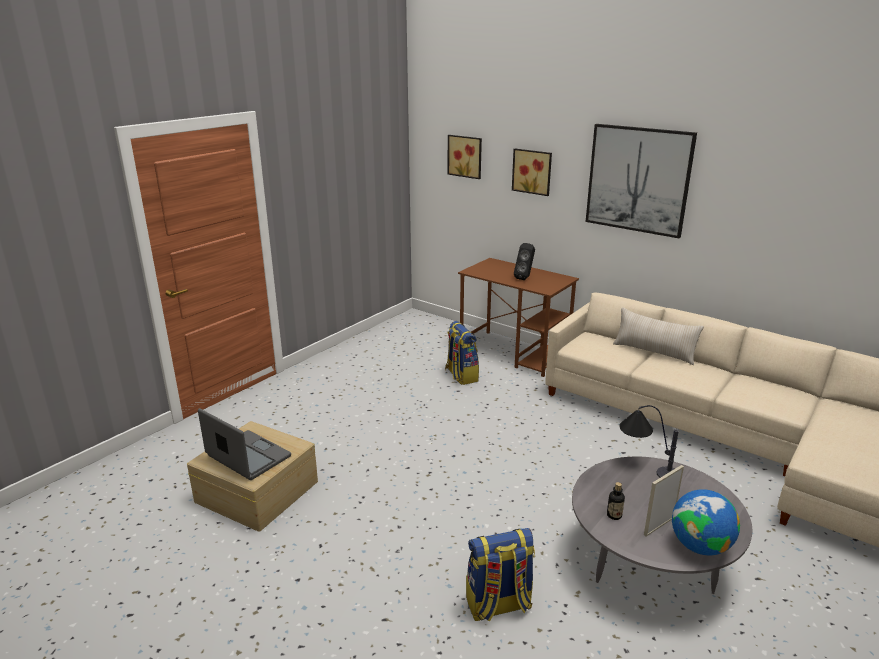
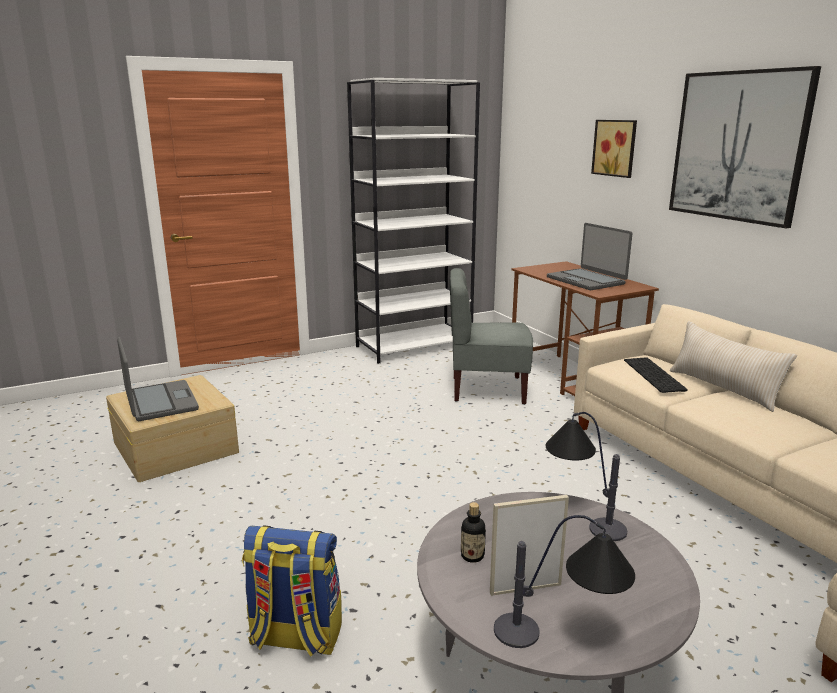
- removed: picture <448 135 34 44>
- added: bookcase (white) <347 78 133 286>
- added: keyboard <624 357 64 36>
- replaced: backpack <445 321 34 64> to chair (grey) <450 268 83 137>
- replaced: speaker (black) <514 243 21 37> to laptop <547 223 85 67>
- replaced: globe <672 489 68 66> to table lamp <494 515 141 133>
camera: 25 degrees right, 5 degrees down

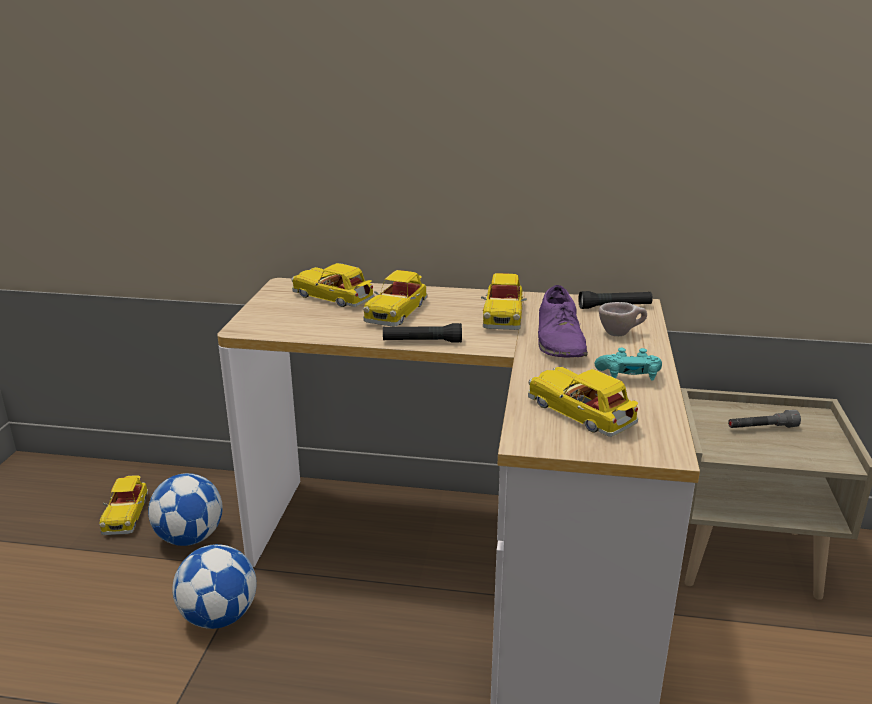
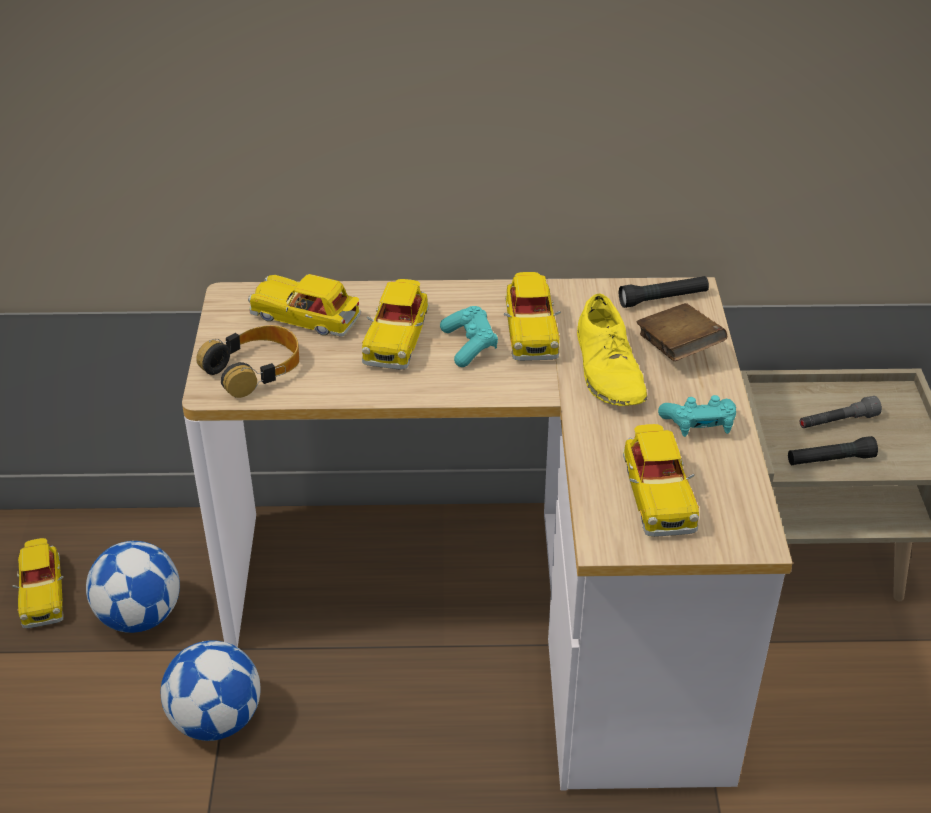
- added: headphones <196 325 103 73>
- added: game controller (turquoise) <440 306 58 61>
- moved: flashlight (black) <383 323 79 20> to <788 436 90 29>
- replaced: cup (beige) <599 302 48 34> to book (brown) <637 303 90 58>
- recoloured: shoe (purple) <538 285 50 72> to shoe (yellow) <577 293 70 113>
- turned: toy car <528 367 110 70> = <623 424 76 113> 135 degrees counterclockwise
camera: 10 degrees left, 15 degrees up

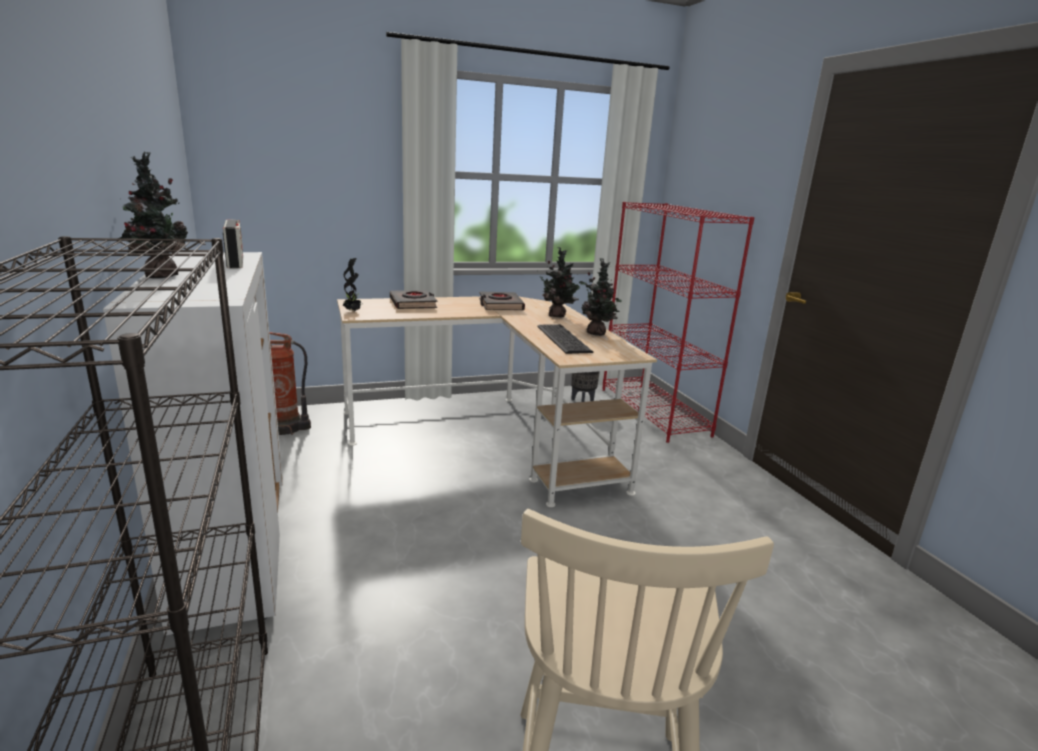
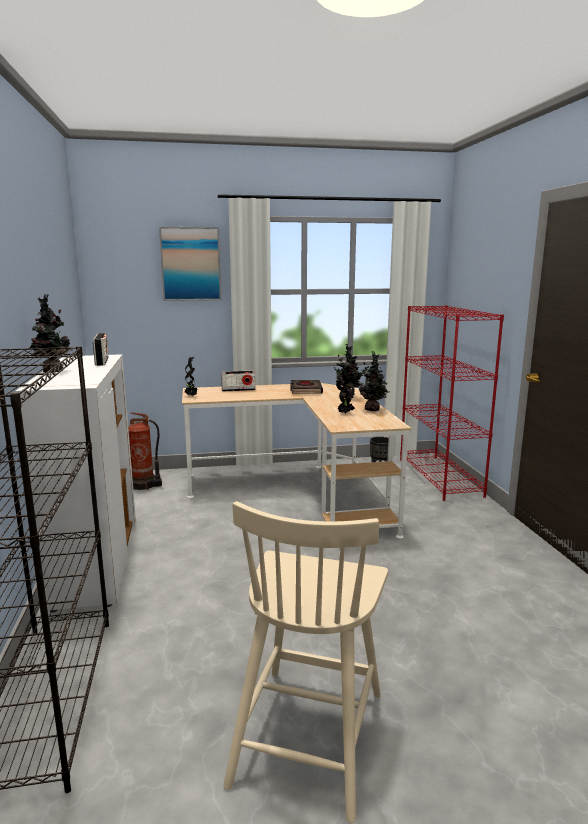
- added: picture <159 227 62 74>
- replaced: book (black) <390 290 47 19> to radio <221 371 34 21>
- replaced: keyboard <537 324 56 30> to potted plant <336 370 19 44>
camera: 10 degrees right, 5 degrees down

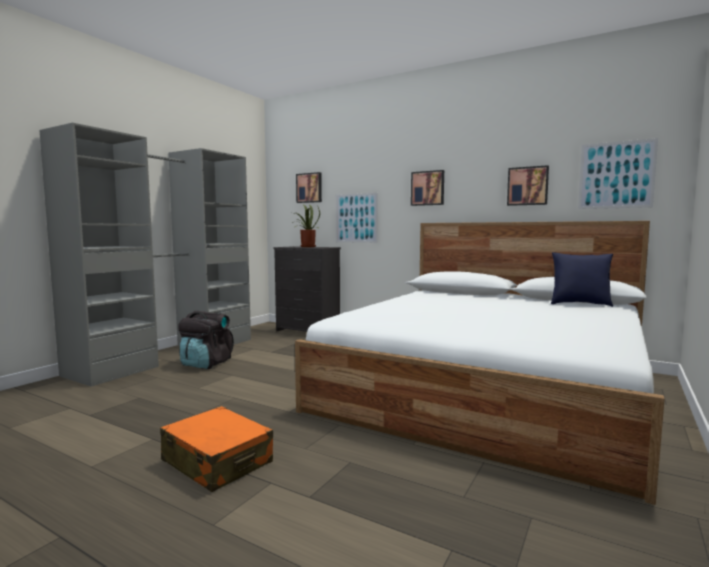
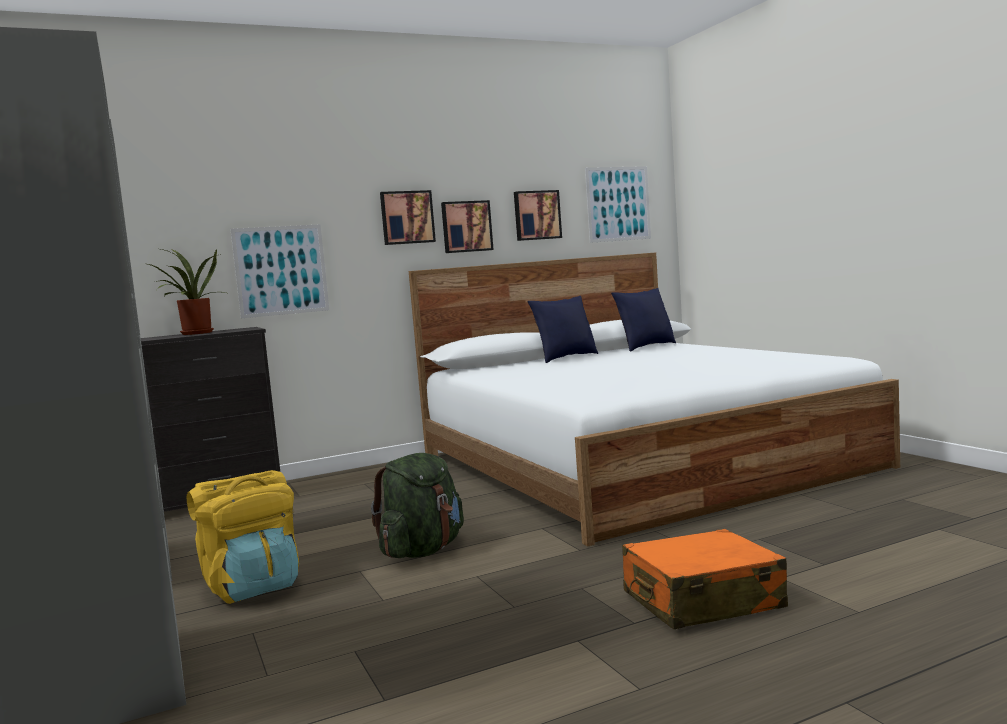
- added: backpack (green) <371 453 93 105>
- added: pillow (blue) <527 296 71 67>
- moved: picture <296 172 26 31> to <441 200 53 53>
- recoloured: backpack (black) <178 311 56 58> to backpack (yellow) <187 470 112 134>
camera: 55 degrees left, 0 degrees up

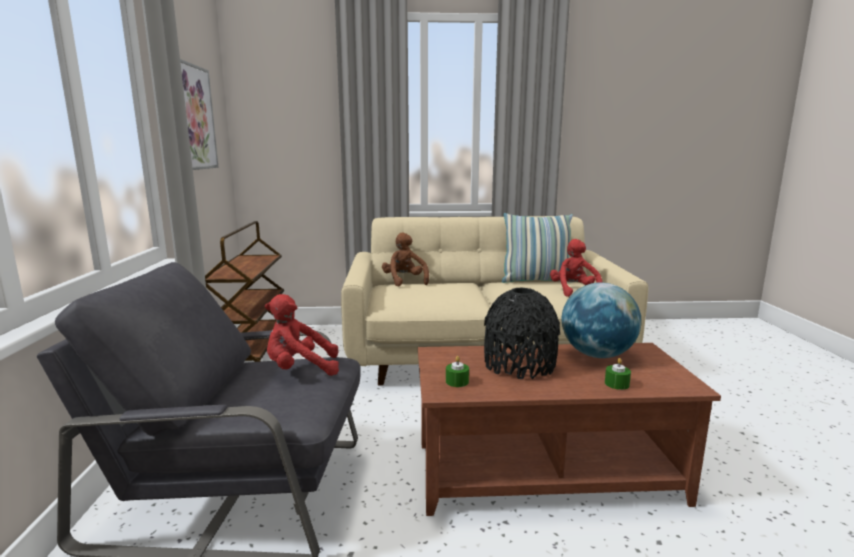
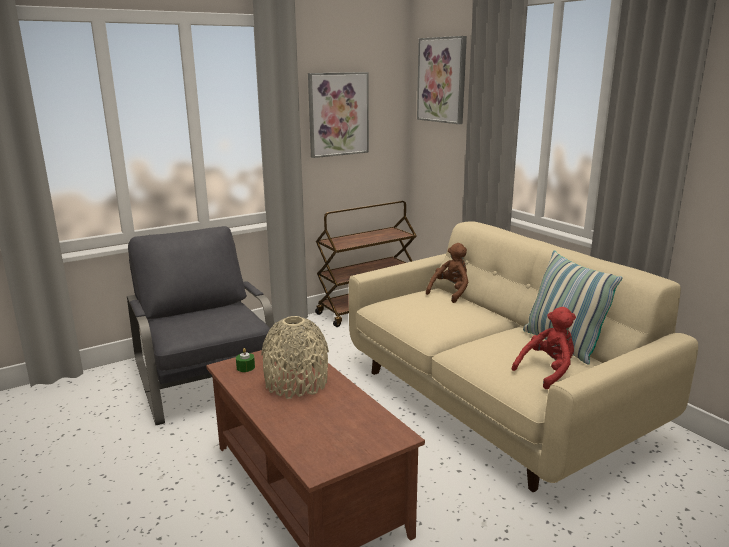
- removed: plush toy (red) <265 294 74 82>
- removed: globe <562 283 80 75>
- removed: candle (green) <605 358 26 32>
- added: picture <417 36 50 88>
- recoloured: vase (black) <484 288 76 91> to vase (beige) <261 316 68 83>
camera: 60 degrees right, 5 degrees up

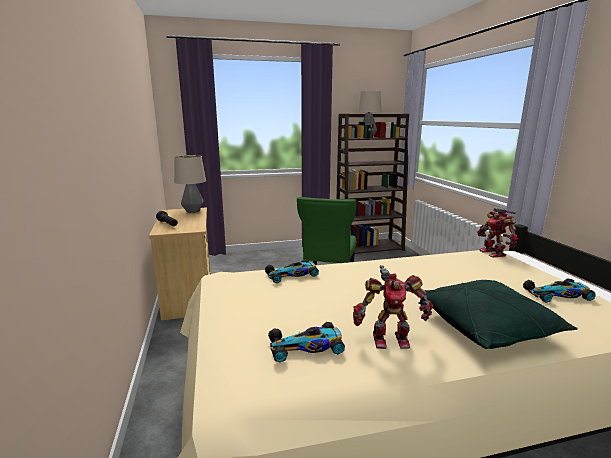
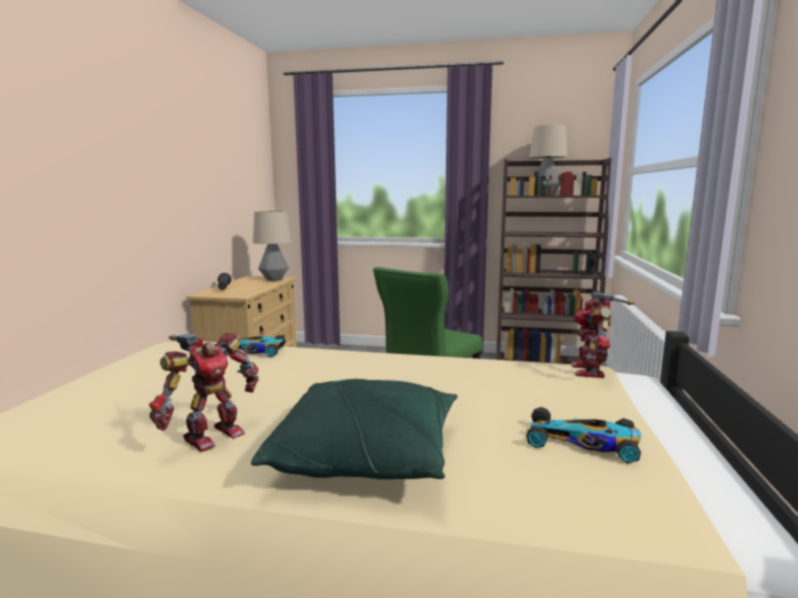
- removed: toy car <268 322 77 40>
- turned: toy robot <353 265 80 84> = <149 333 110 119> 75 degrees counterclockwise
camera: 25 degrees right, 5 degrees down

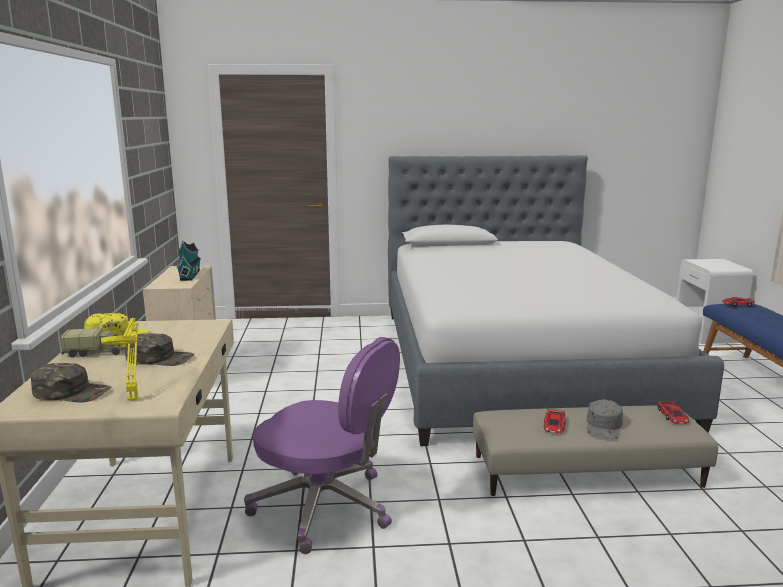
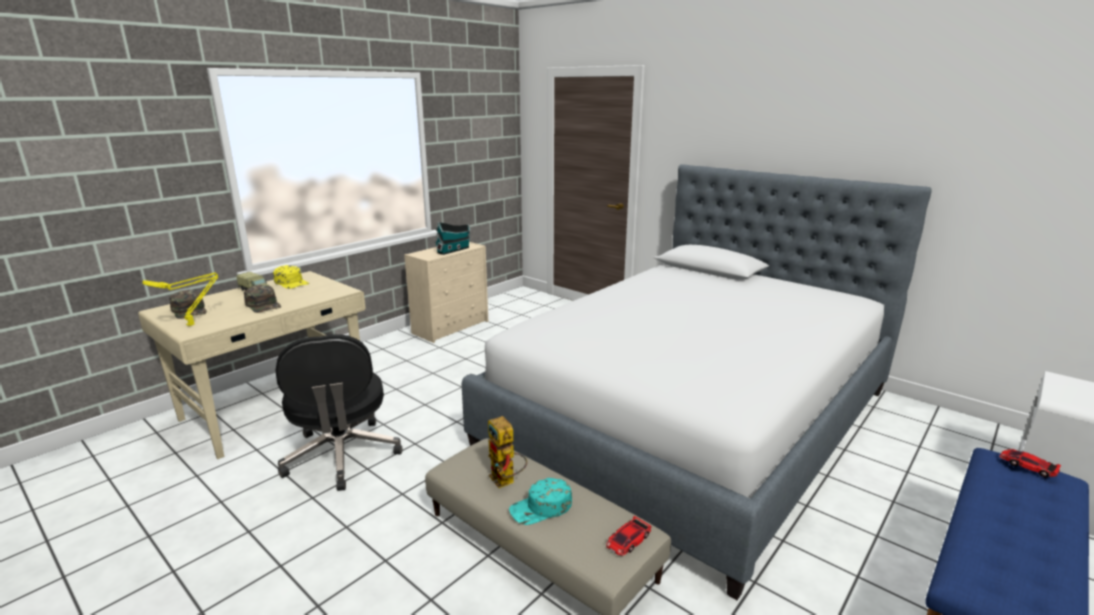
- replaced: toy car <544 409 22 24> to toy robot <488 416 39 72>
- recoloured: office chair (purple) <244 337 156 217> to office chair (black) <275 334 127 157>
- recoloured: cap (grey) <587 399 36 40> to cap (turquoise) <509 478 63 47>
camera: 45 degrees right, 5 degrees up

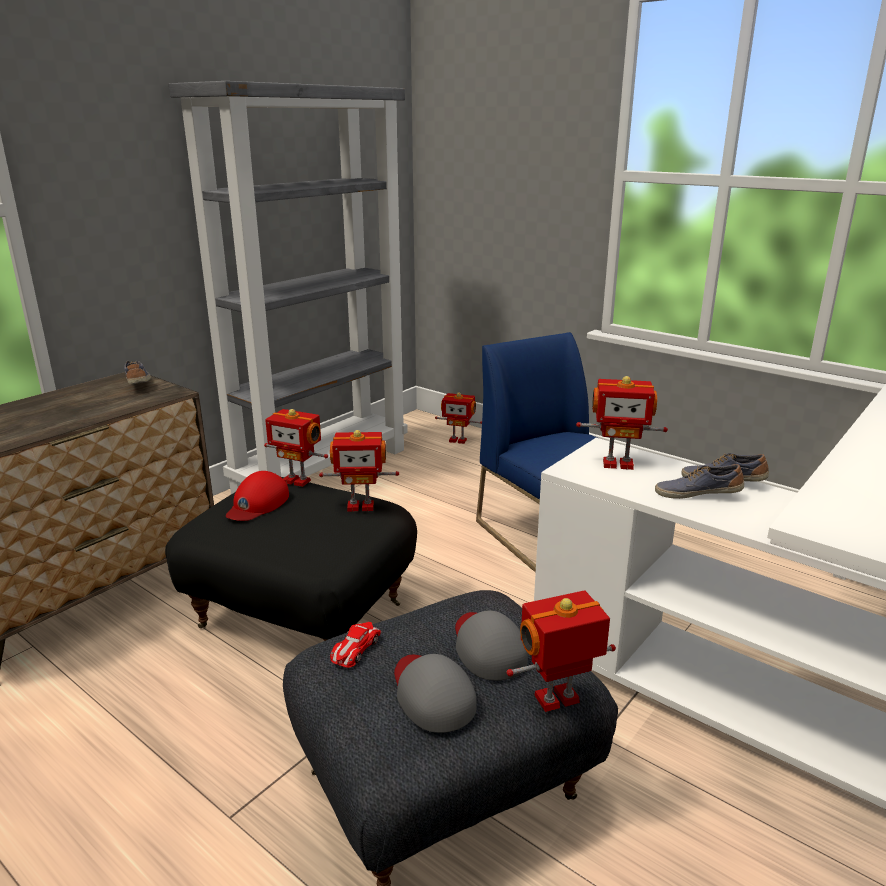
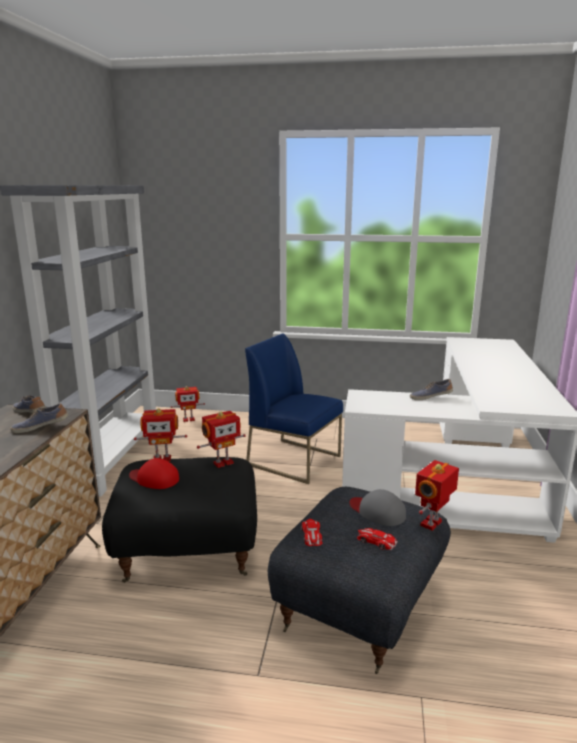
- removed: toy robot <576 376 92 94>
- moved: shoe <655 464 89 35> to <10 403 58 30>
- replaced: cap (grey) <394 654 83 79> to toy car <357 528 41 22>
- turned: cap (red) <226 471 63 50> = <129 458 50 31> 120 degrees clockwise
camera: 30 degrees left, 5 degrees down

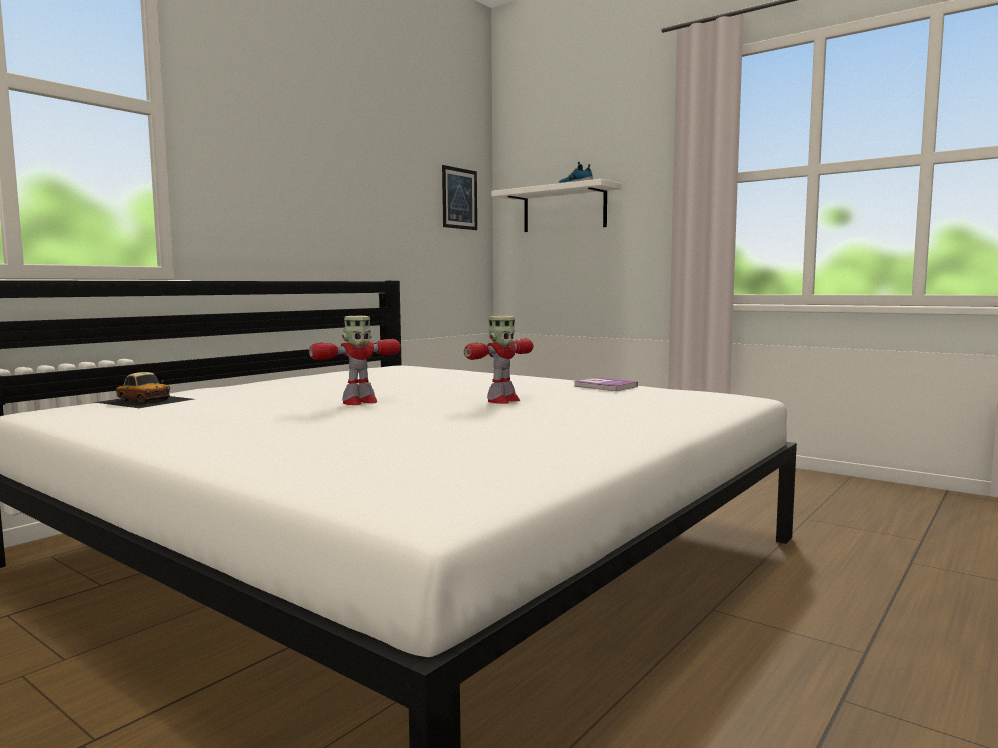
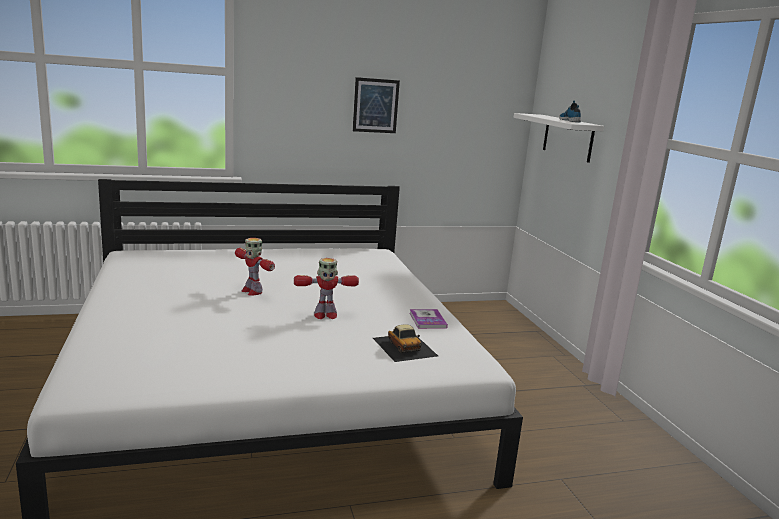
- moved: toy car <94 372 100 36> to <373 325 65 37>
- moved: picture <442 165 35 65> to <353 77 47 56>
- turned: toy robot <309 316 92 89> = <235 238 40 57> 45 degrees clockwise
camera: 35 degrees right, 10 degrees up

